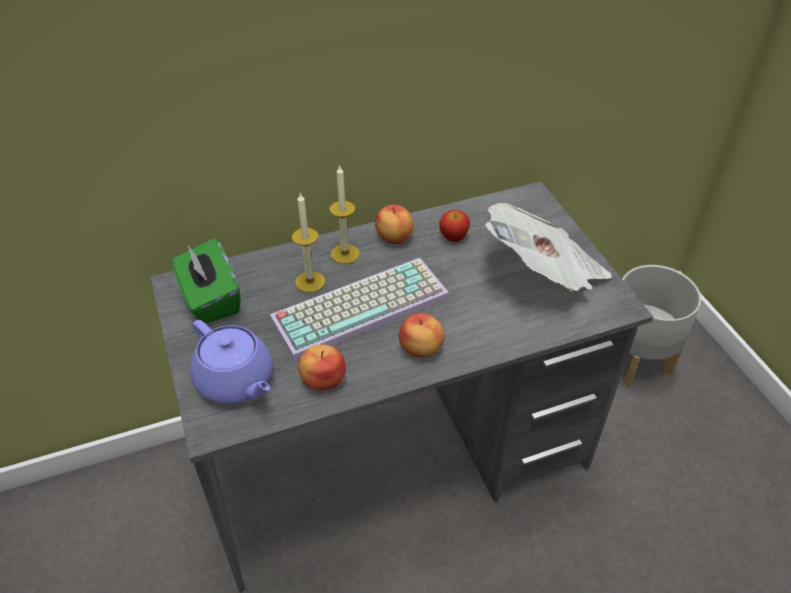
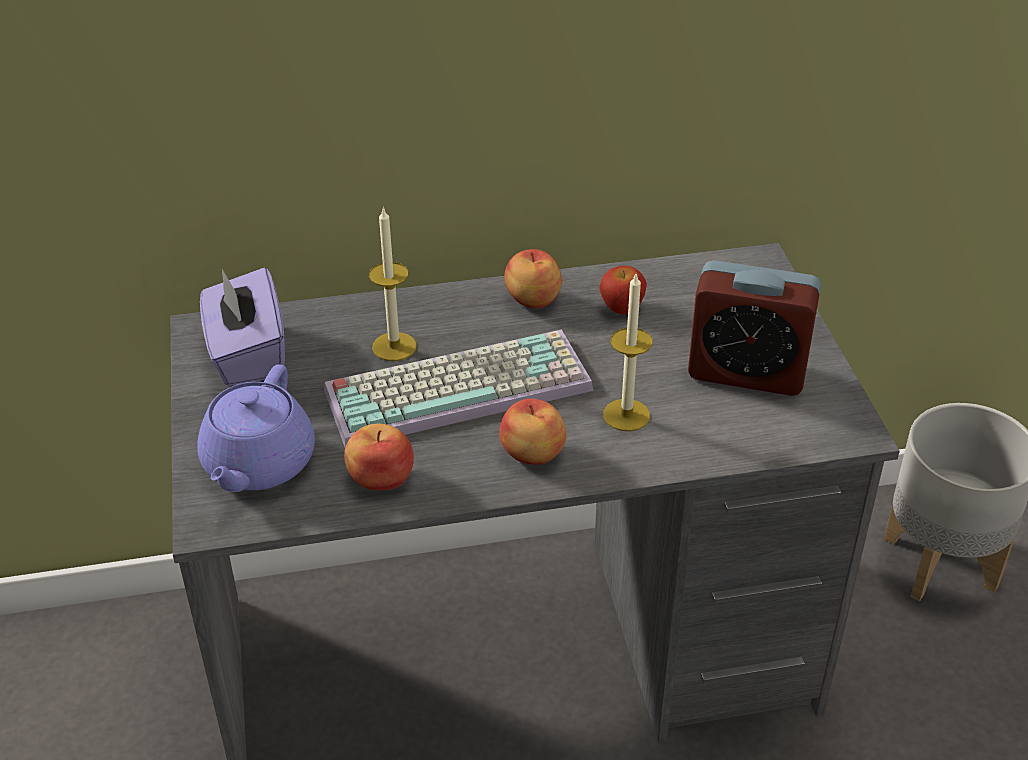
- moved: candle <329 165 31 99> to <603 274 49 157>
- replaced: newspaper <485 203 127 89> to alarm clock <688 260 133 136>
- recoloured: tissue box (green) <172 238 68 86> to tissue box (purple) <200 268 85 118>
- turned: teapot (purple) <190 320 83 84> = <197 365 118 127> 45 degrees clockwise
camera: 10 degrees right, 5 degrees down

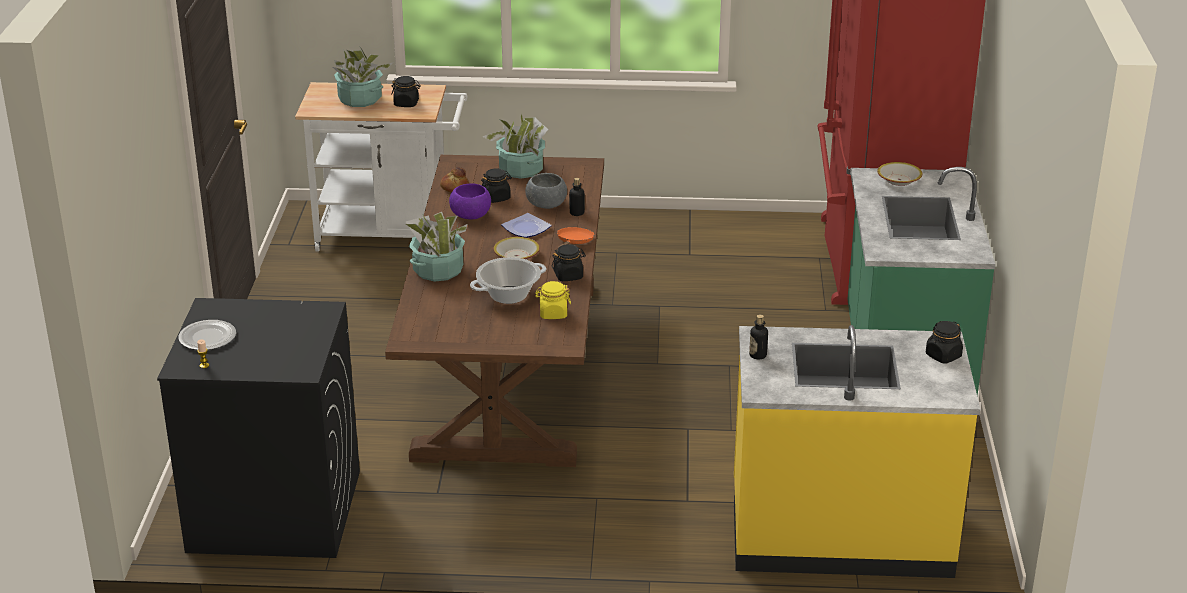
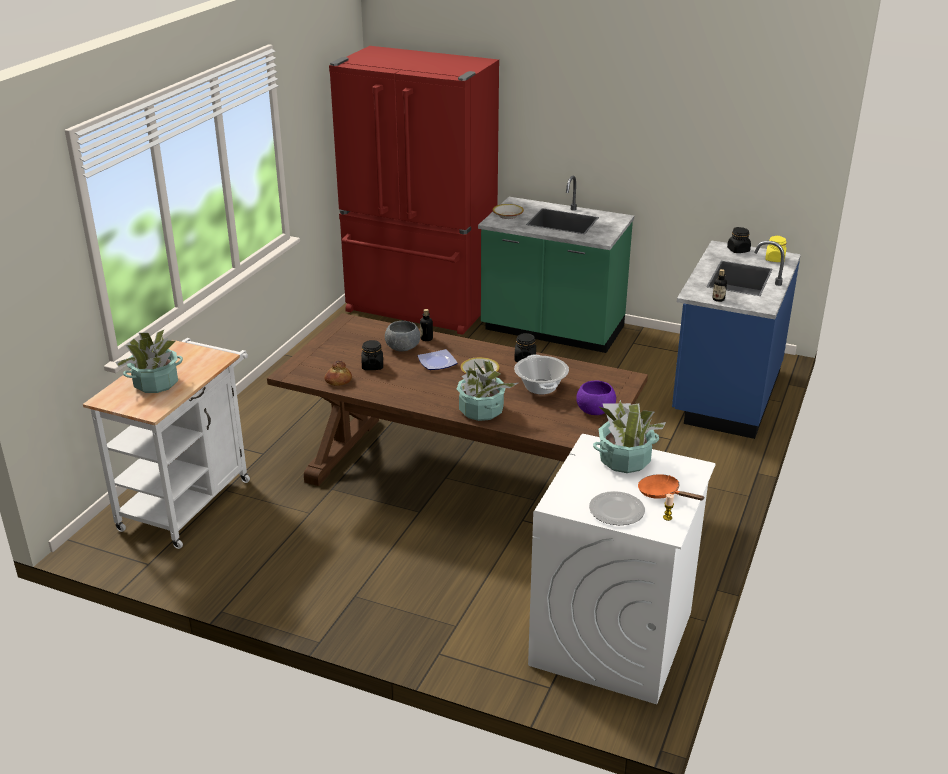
- removed: jar (black) <391 76 30 31>
- moved: bowl (purple) <449 184 42 35> to <576 381 40 34>
- moved: potted plant <482 114 66 65> to <593 400 73 73>
- moved: jar (yellow) <535 281 36 38> to <765 235 22 27>
- moved: frying pan (orange) <557 227 37 21> to <638 474 67 26>
- recoloured: washing machine (black) <157 298 203 260> to washing machine (white) <528 434 188 270>
- recoloured: counter (yellow) <734 325 246 253> to counter (blue) <672 240 129 199>
camera: 70 degrees left, 0 degrees up

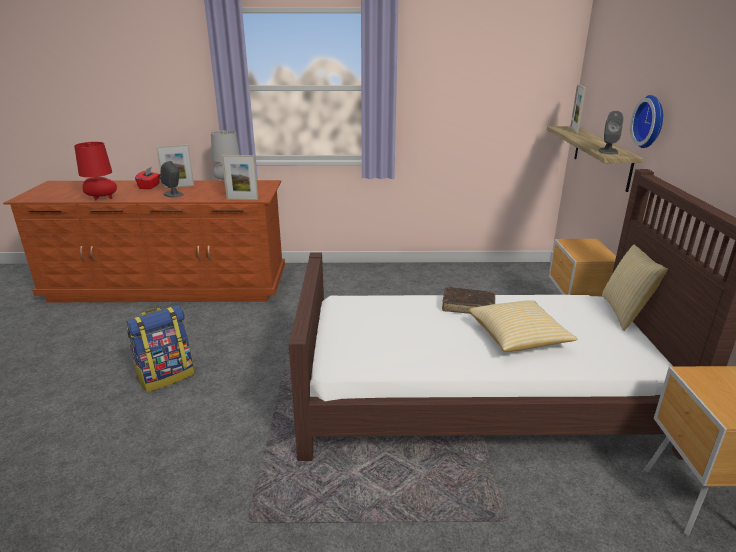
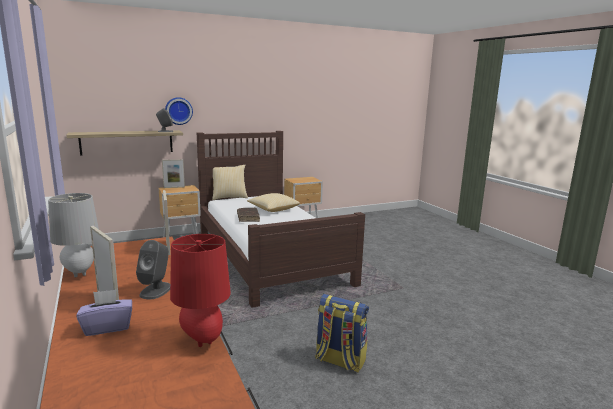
- moved: picture frame <570 84 16 49> to <162 159 23 29>
- recoloured: tissue box (red) <135 167 25 22> to tissue box (purple) <76 289 56 47>
camera: 115 degrees left, 10 degrees down

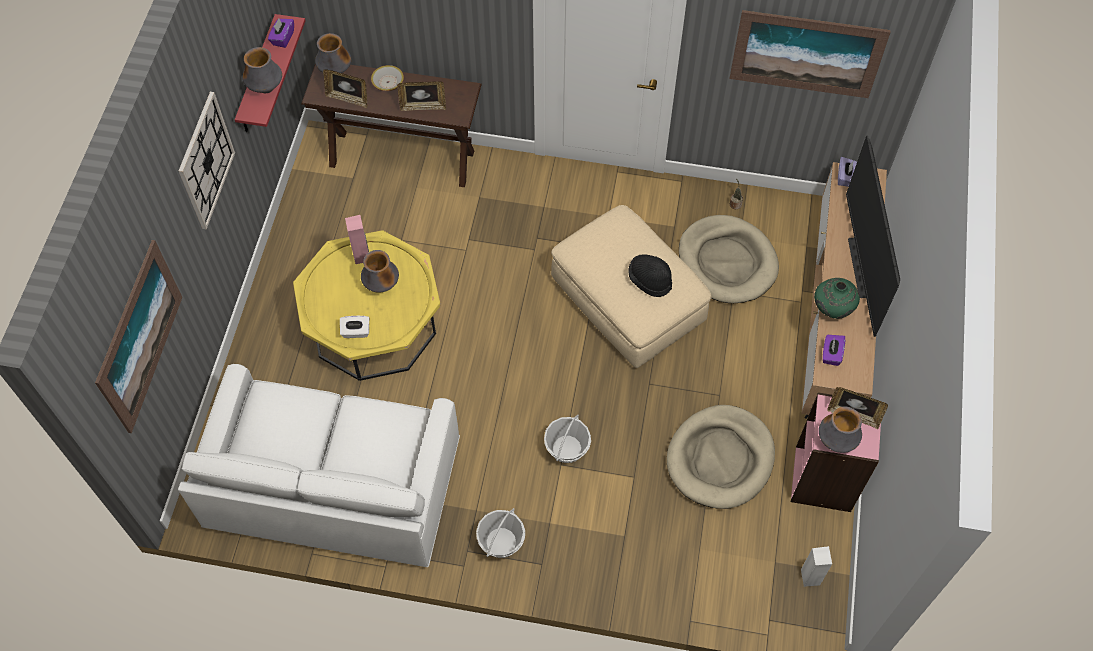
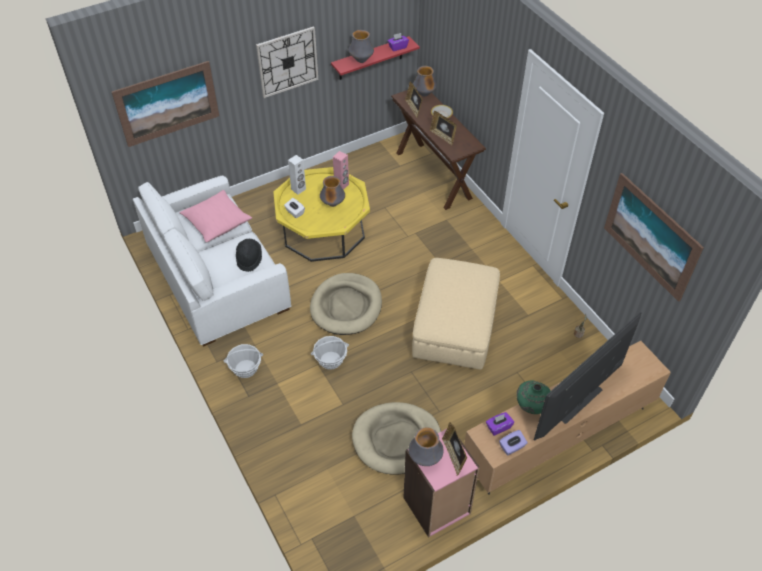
- added: pillow (pink) <180 190 72 53>
- moved: hat (black) <628 254 44 43> to <236 239 26 33>
- moved: dog bed (beige) <679 215 100 88> to <310 273 72 62>
- moved: speaker (white) <801 546 31 41> to <288 155 18 40>
- moved: tissue box (purple) <838 157 19 30> to <499 430 29 25>
camera: 50 degrees right, 10 degrees down

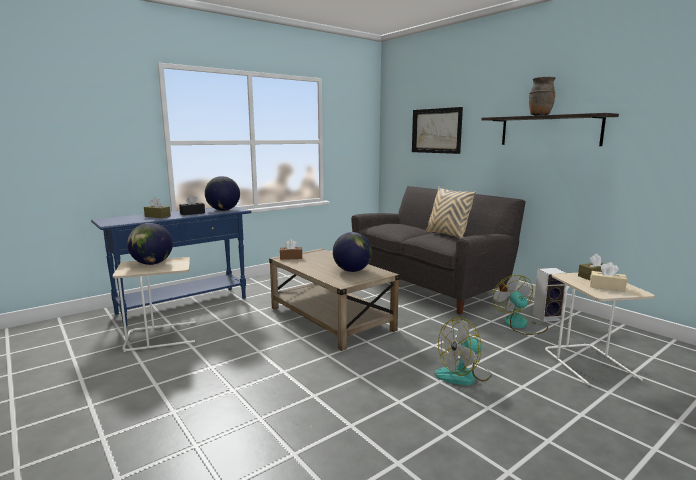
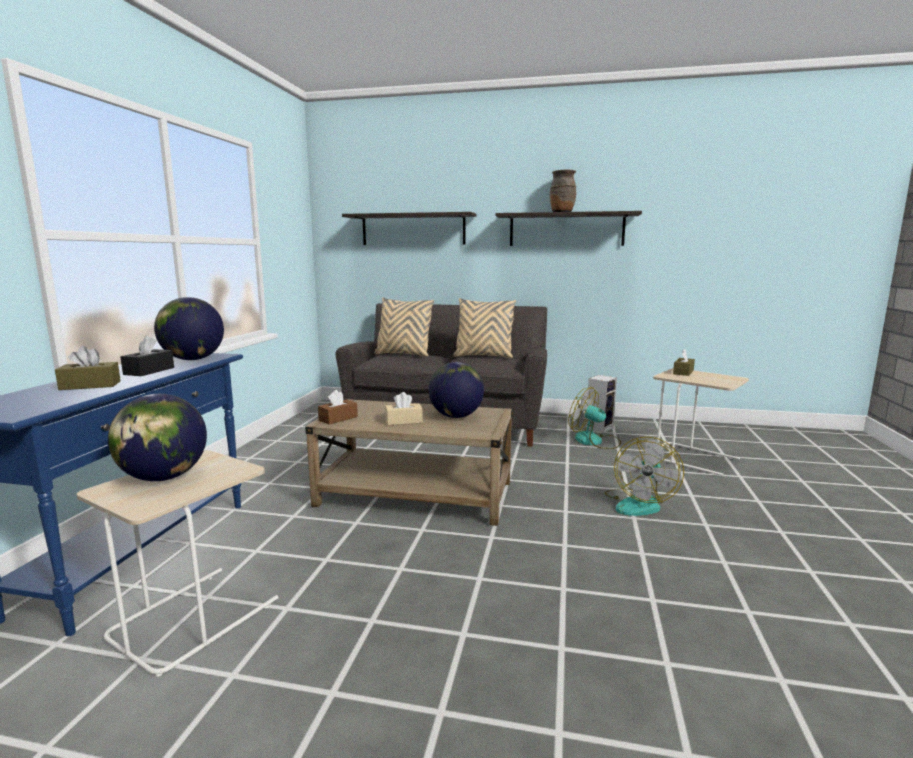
- added: pillow (beige) <374 297 60 60>
- moved: tissue box (beige) <590 262 37 30> to <385 392 38 33>
- replaced: picture <412 107 51 47> to shelf <342 212 134 33>
camera: 40 degrees left, 0 degrees up

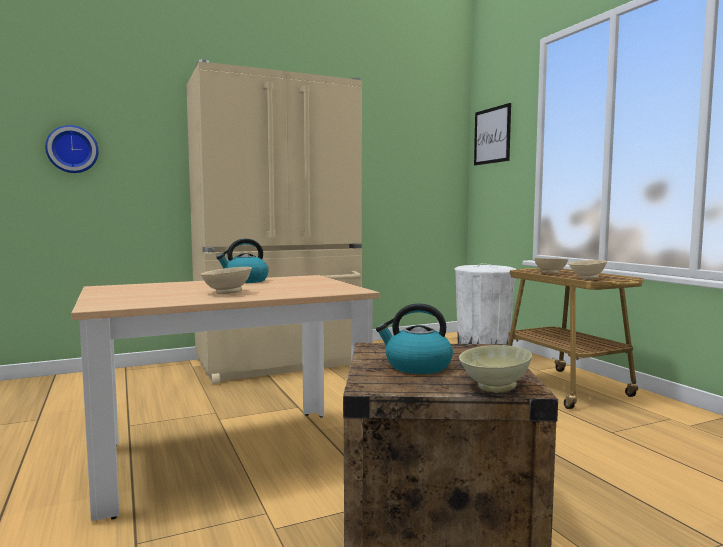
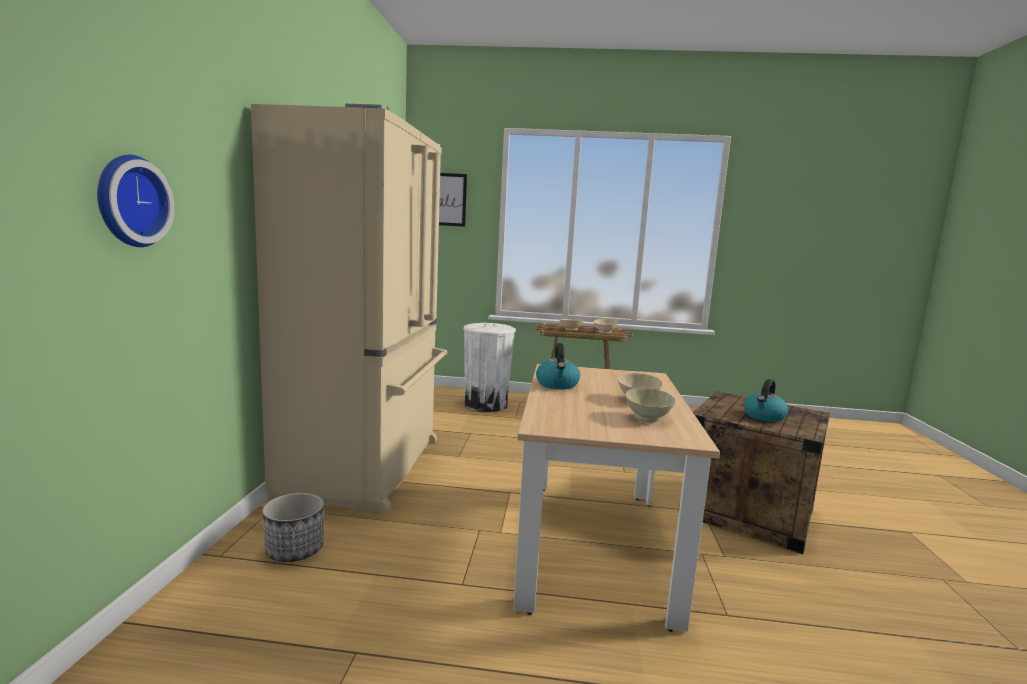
- added: planter <262 493 62 69>
- moved: bowl (beige) <459 345 73 47> to <625 388 51 34>
camera: 60 degrees left, 5 degrees up

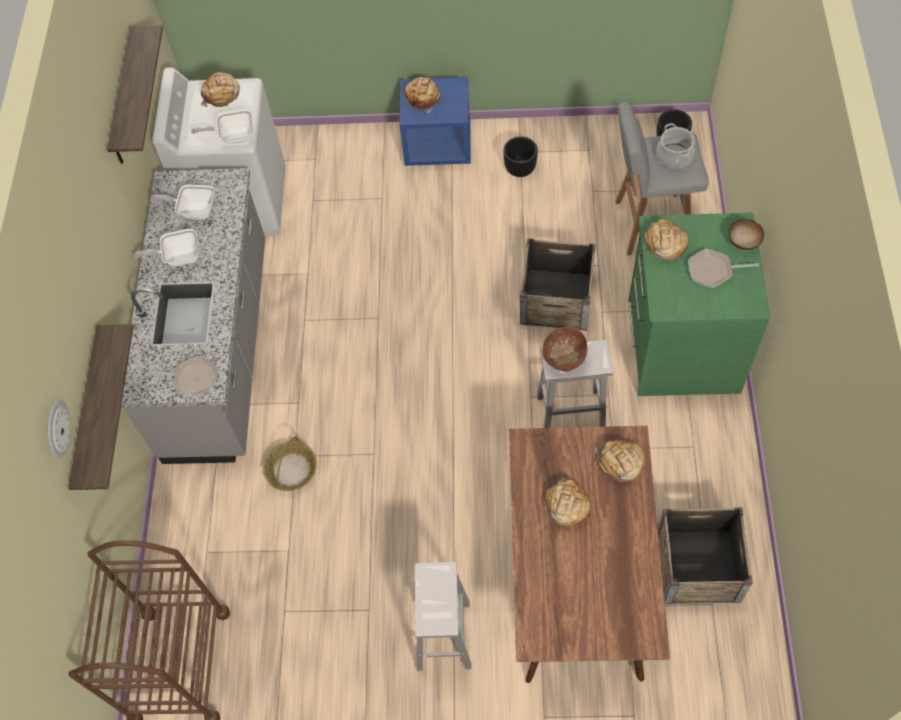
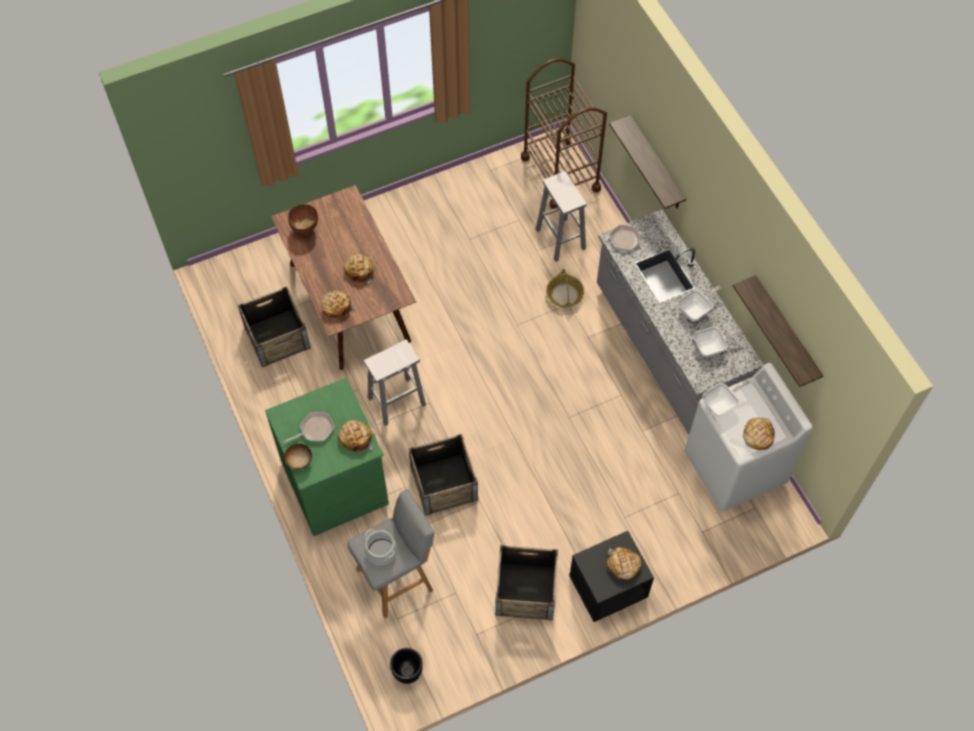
- removed: wall clock <48 400 23 59>
- moved: stool (white) <415 562 57 109> to <535 171 52 91>
- moved: bowl (brown) <543 327 44 45> to <288 204 30 31>
- replaced: planter (black) <503 136 35 41> to crate <495 545 63 75>
- recoloured: nightstand (blue) <400 77 71 89> to nightstand (black) <569 531 85 91>
camera: 150 degrees right, 0 degrees up

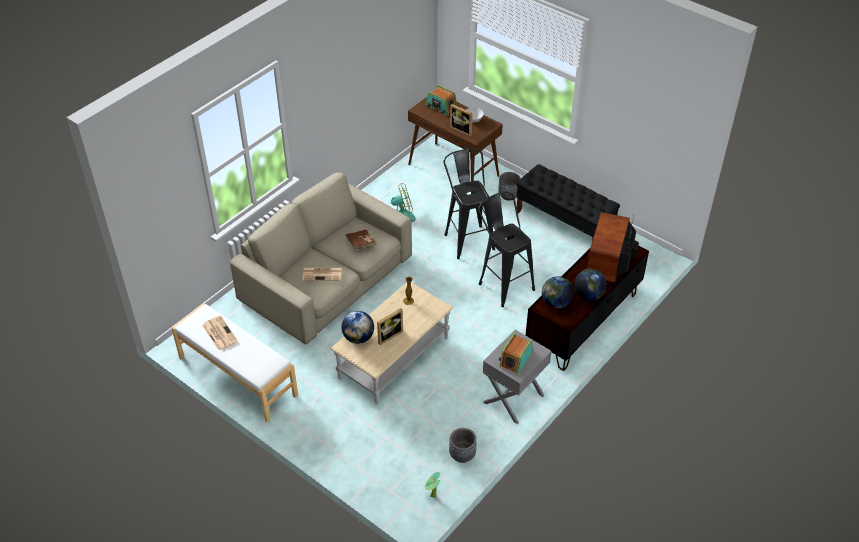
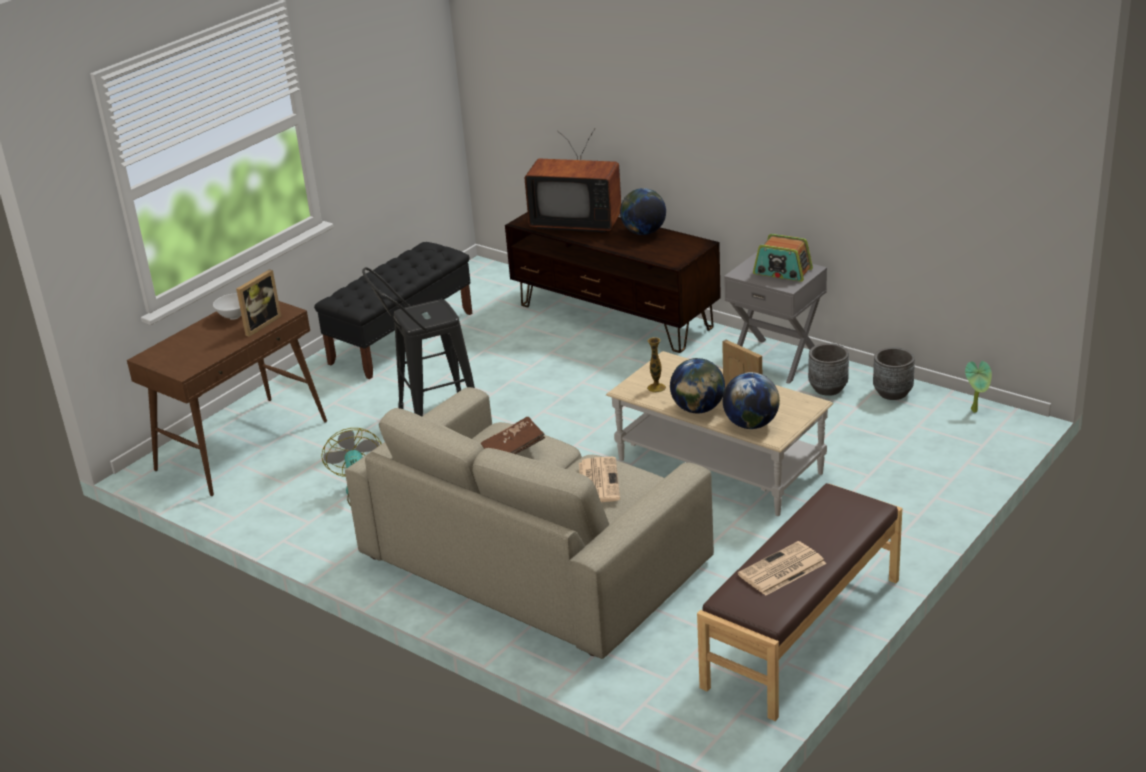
- removed: radio <425 85 32 31>
- removed: stool (black) <478 192 57 115>
- moved: planter (grey) <498 172 23 29> to <808 343 41 53>
- moved: globe <542 276 32 32> to <670 358 55 55>
- recoloured: bench (white) <172 303 126 119> to bench (brown) <697 483 205 238>
camera: 90 degrees left, 15 degrees down

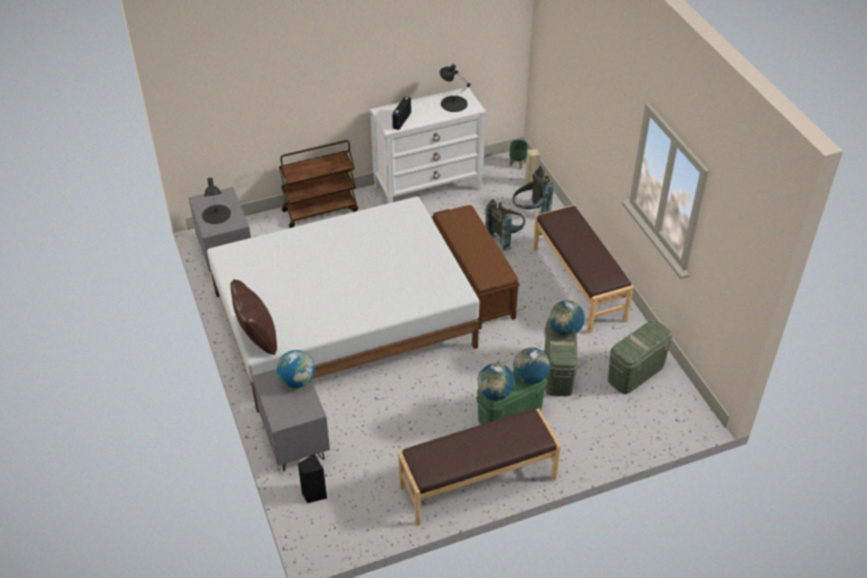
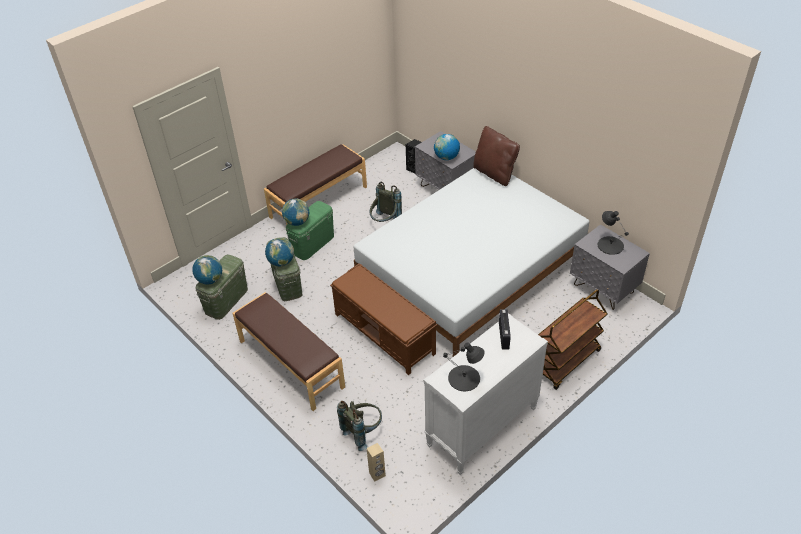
- removed: planter (green) <509 140 19 29>
- moved: globe <478 363 37 37> to <192 255 30 29>
- moved: backpack (grey) <485 200 41 51> to <369 181 33 41>
camera: 160 degrees right, 0 degrees up

